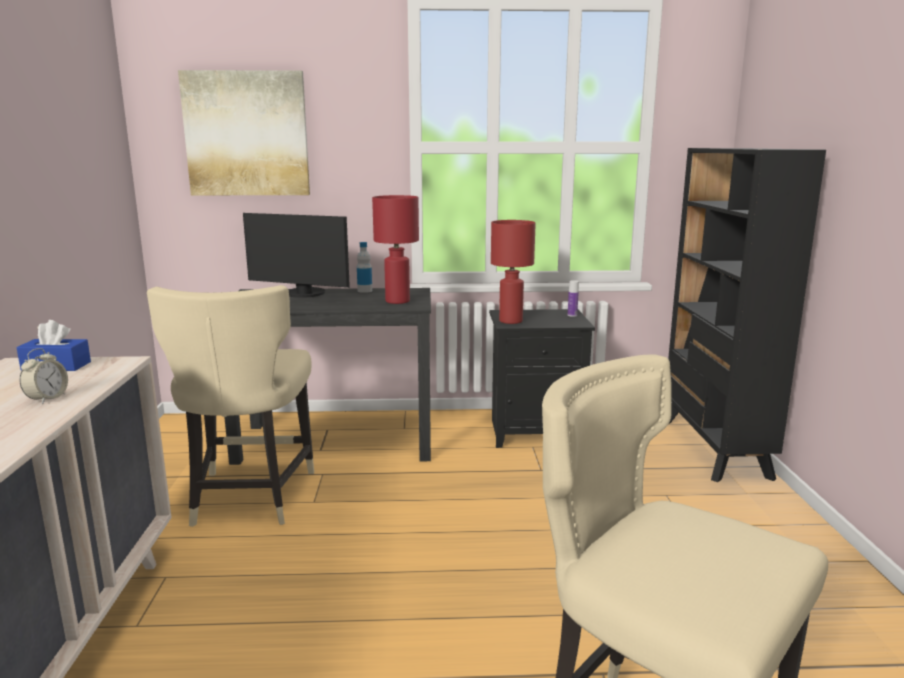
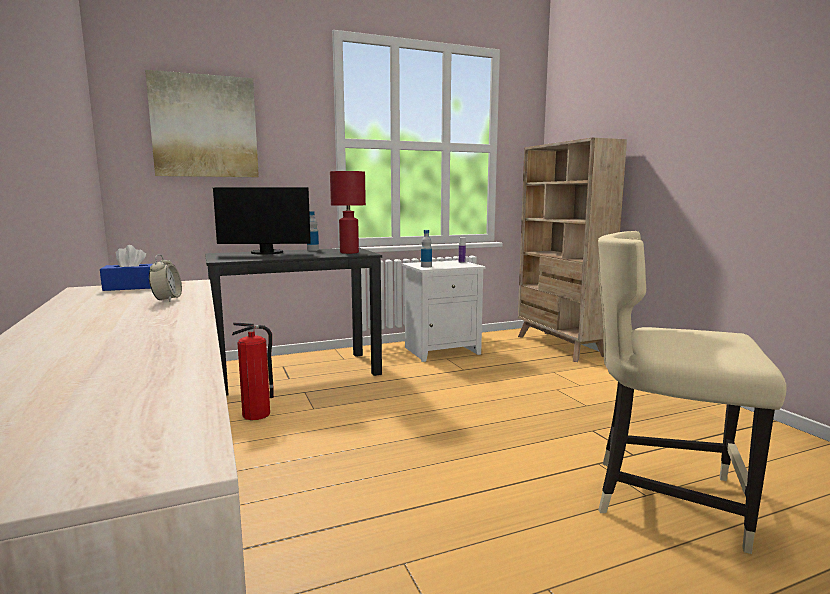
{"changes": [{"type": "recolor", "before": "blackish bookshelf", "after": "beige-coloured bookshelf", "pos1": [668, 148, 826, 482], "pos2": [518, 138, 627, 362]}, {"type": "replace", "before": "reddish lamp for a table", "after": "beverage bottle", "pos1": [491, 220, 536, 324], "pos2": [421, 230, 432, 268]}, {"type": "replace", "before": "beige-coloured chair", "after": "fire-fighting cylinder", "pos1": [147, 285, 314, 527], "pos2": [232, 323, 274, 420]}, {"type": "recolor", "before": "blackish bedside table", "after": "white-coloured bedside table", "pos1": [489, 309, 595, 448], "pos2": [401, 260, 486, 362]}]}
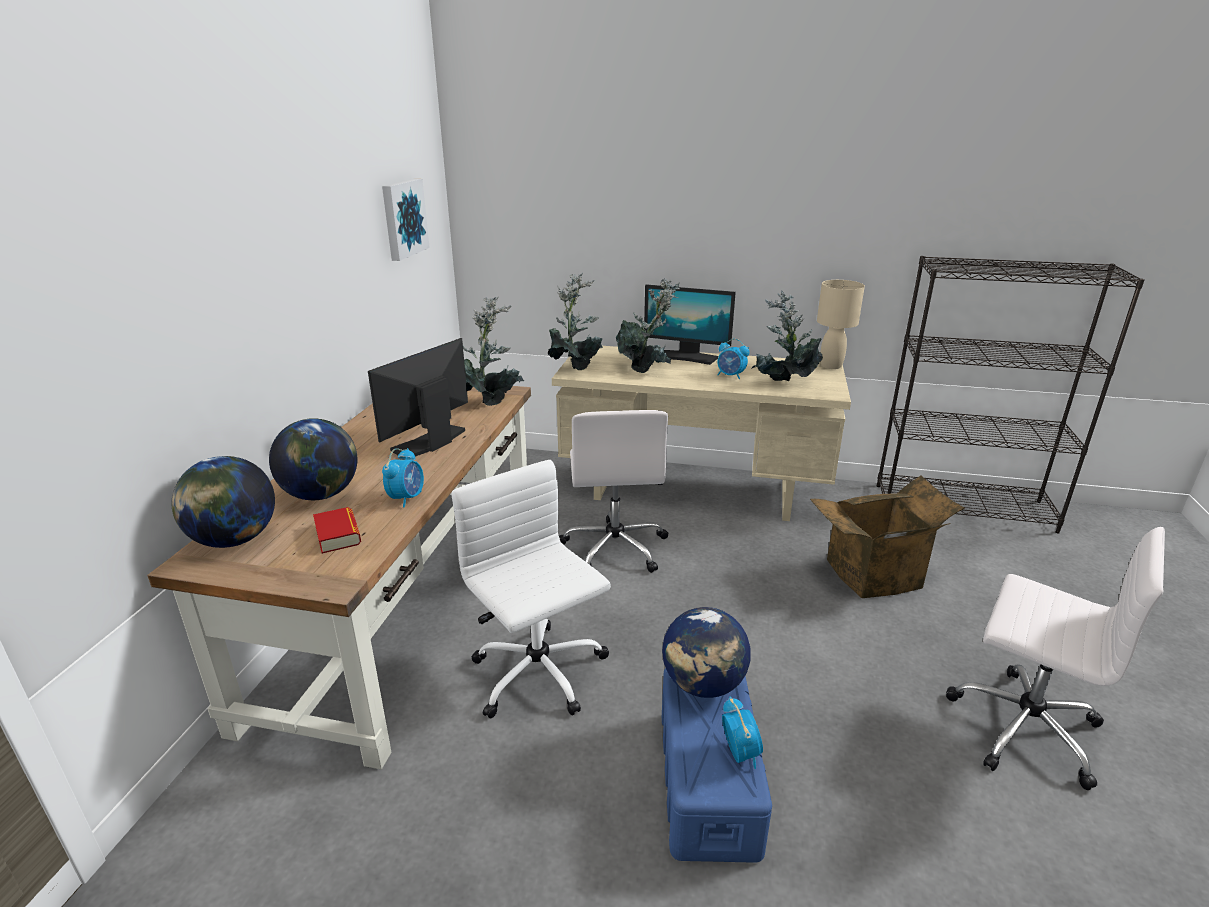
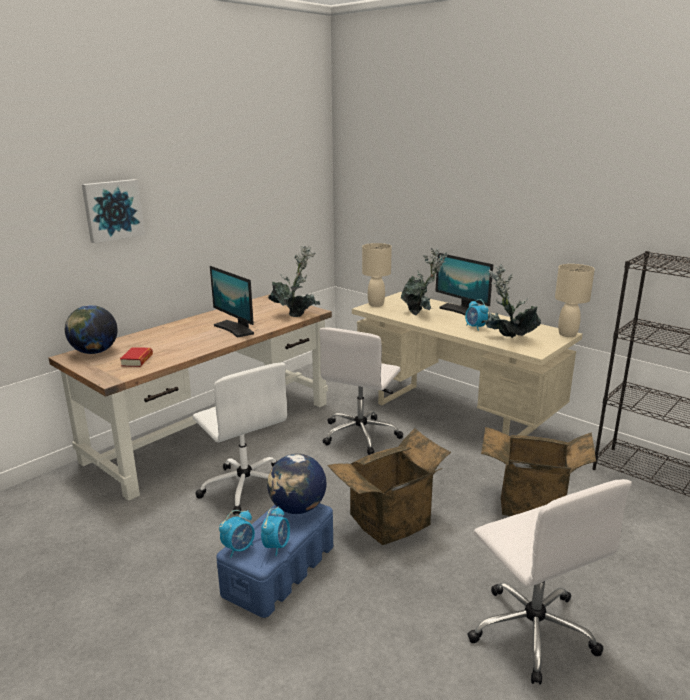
{"changes": [{"type": "move", "before": "picture", "pos1": [382, 178, 430, 261], "pos2": [82, 179, 145, 243]}, {"type": "replace", "before": "potted plant", "after": "beige-coloured lamp for a table", "pos1": [548, 273, 603, 370], "pos2": [362, 243, 392, 307]}, {"type": "rotate", "before": "computer display", "pos1": [368, 338, 468, 457], "pos2": [210, 266, 254, 338], "turn": -105}, {"type": "delete", "before": "desk globe", "pos1": [269, 418, 357, 500]}, {"type": "move", "before": "alarm clock", "pos1": [382, 448, 424, 508], "pos2": [219, 510, 255, 558]}, {"type": "rotate", "before": "white-coloured office chair", "pos1": [451, 460, 611, 719], "pos2": [193, 363, 287, 515], "turn": 150}, {"type": "insert", "after": "cardboard box", "pos2": [327, 428, 451, 545]}]}
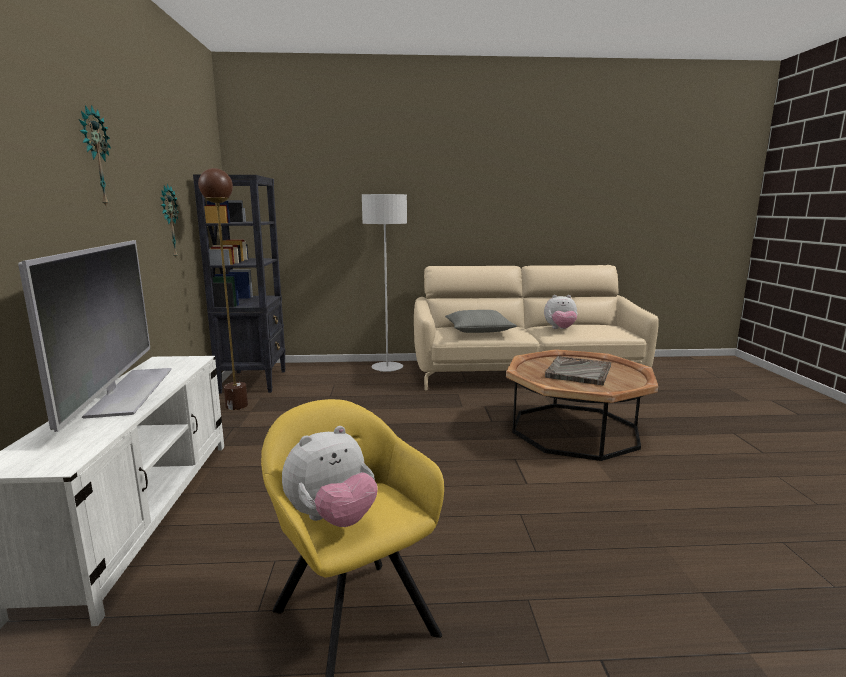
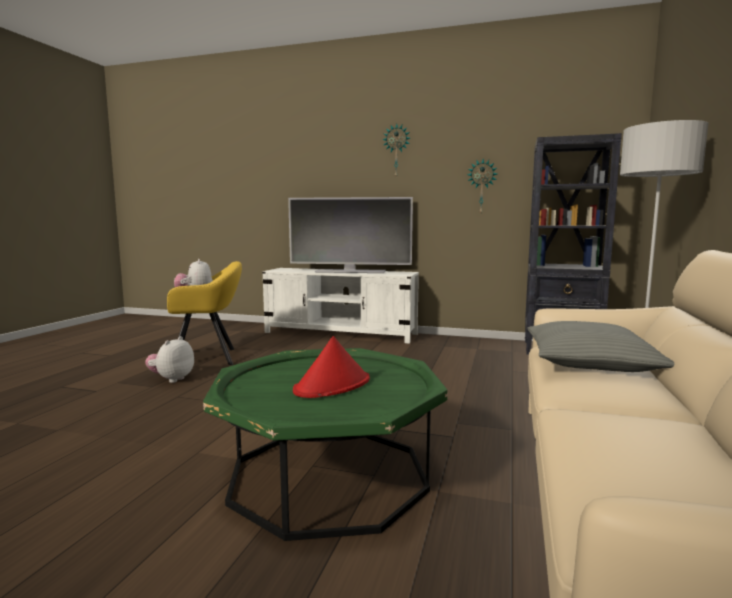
{"changes": [{"type": "delete", "before": "brown floor lamp", "pos1": [198, 168, 248, 410]}, {"type": "move", "before": "cuddly toy", "pos1": [544, 295, 578, 329], "pos2": [145, 336, 194, 383]}, {"type": "recolor", "before": "brown lounge table", "after": "greenish lounge table", "pos1": [506, 349, 658, 461], "pos2": [203, 348, 448, 541]}, {"type": "replace", "before": "grey tray", "after": "reddish hat", "pos1": [545, 356, 611, 386], "pos2": [293, 336, 370, 398]}]}
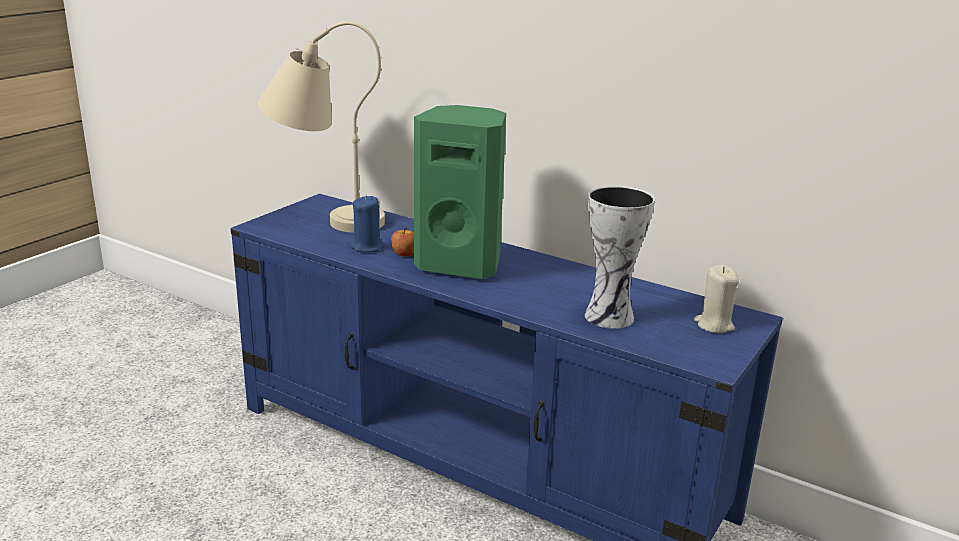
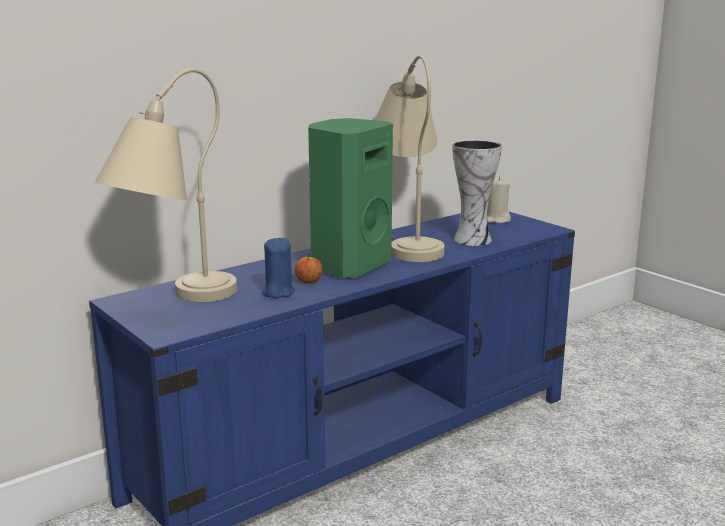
{"changes": [{"type": "insert", "after": "beige-coloured lamp for a table", "pos2": [375, 55, 445, 262]}]}
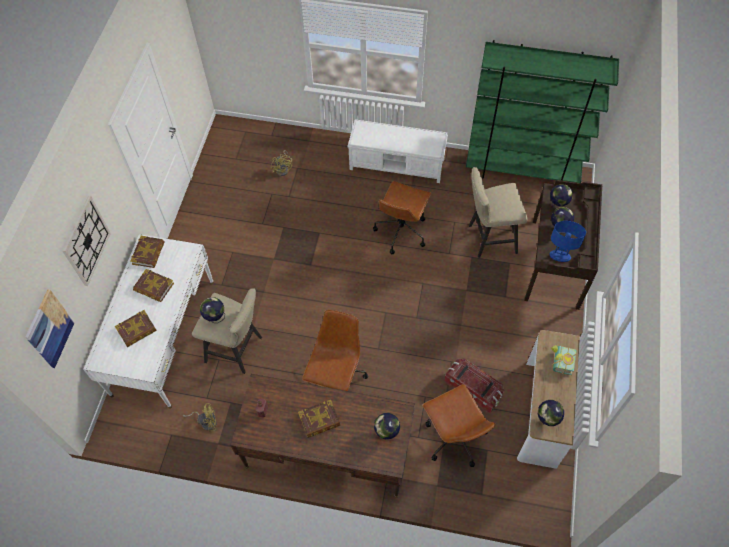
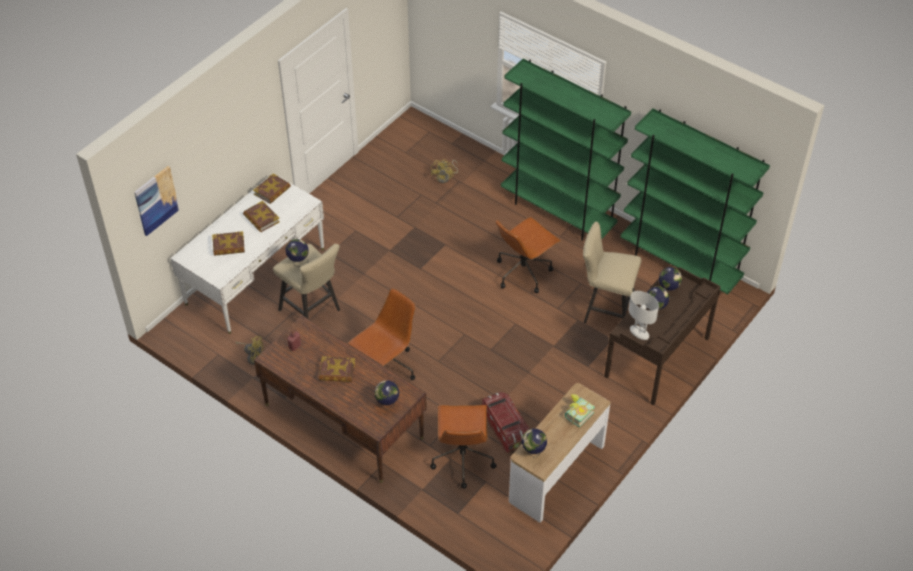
{"changes": [{"type": "replace", "before": "white-coloured long seat", "after": "greenish bookshelf", "pos1": [347, 119, 448, 183], "pos2": [501, 59, 631, 241]}, {"type": "delete", "before": "wall clock", "pos1": [63, 196, 111, 286]}, {"type": "recolor", "before": "blue-coloured lamp for a table", "after": "white-coloured lamp for a table", "pos1": [549, 221, 586, 262], "pos2": [629, 291, 659, 340]}]}
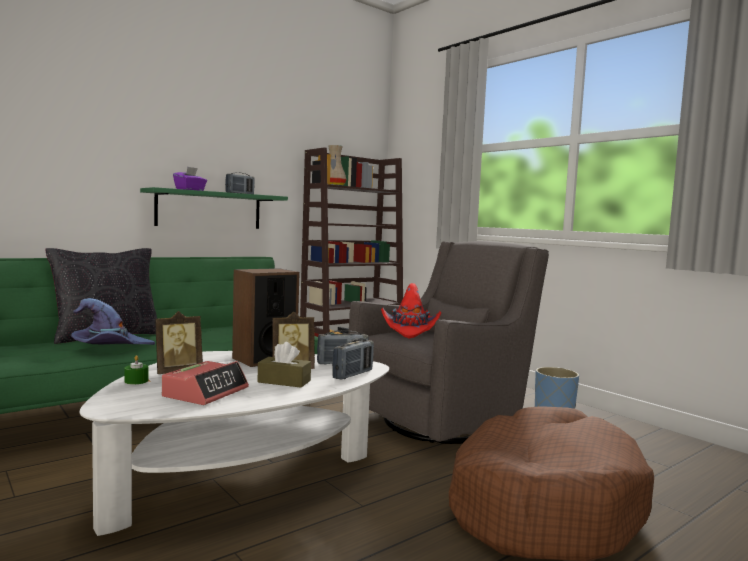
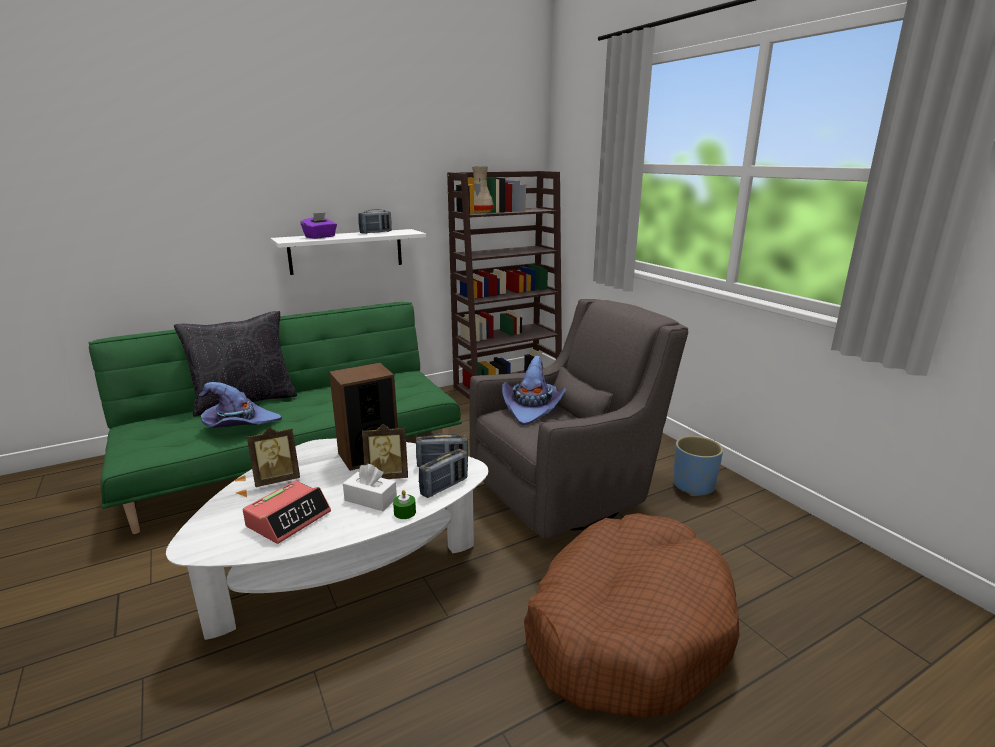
{"changes": [{"type": "recolor", "before": "greenish bracket shelf", "after": "white-coloured bracket shelf", "pos1": [140, 187, 288, 229], "pos2": [270, 229, 426, 275]}, {"type": "recolor", "before": "reddish hat", "after": "purple-coloured hat", "pos1": [381, 283, 442, 338], "pos2": [502, 356, 566, 425]}, {"type": "recolor", "before": "brown box of tissues", "after": "white-coloured box of tissues", "pos1": [257, 342, 311, 388], "pos2": [343, 464, 397, 511]}, {"type": "move", "before": "greenish wax light", "pos1": [124, 355, 148, 384], "pos2": [393, 490, 416, 519]}]}
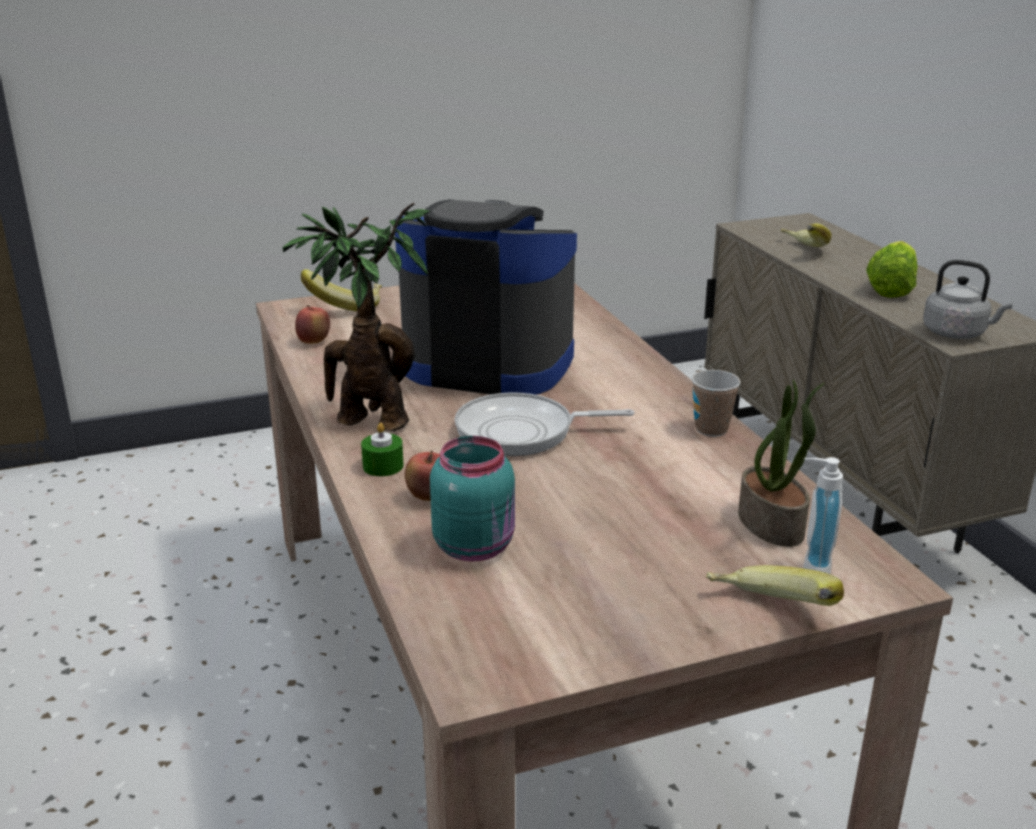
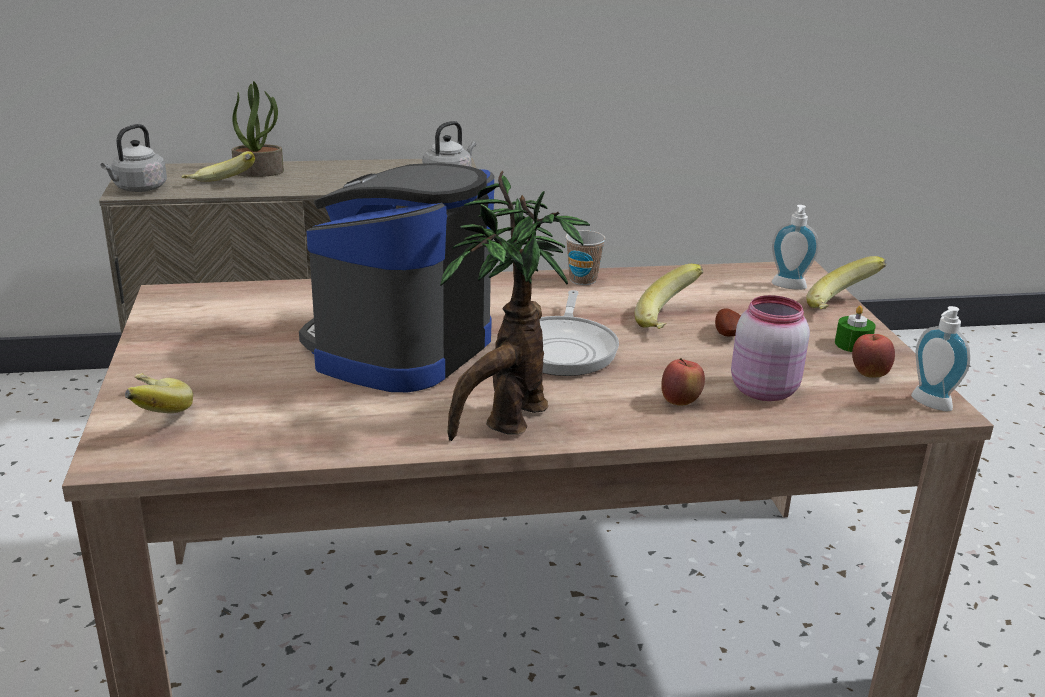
{"changes": [{"type": "delete", "before": "lettuce", "pos1": [866, 241, 918, 298]}, {"type": "move", "before": "apple", "pos1": [295, 305, 330, 344], "pos2": [852, 334, 895, 378]}, {"type": "move", "before": "potted plant", "pos1": [738, 380, 825, 547], "pos2": [231, 81, 284, 177]}, {"type": "move", "before": "greenish wax light", "pos1": [361, 423, 404, 476], "pos2": [835, 306, 876, 352]}, {"type": "recolor", "before": "blue-green preserve jar", "after": "pinkish preserve jar", "pos1": [430, 436, 515, 562], "pos2": [731, 295, 810, 401]}, {"type": "insert", "after": "grey tea kettle", "pos2": [101, 124, 167, 192]}, {"type": "insert", "after": "banana", "pos2": [635, 264, 703, 329]}, {"type": "insert", "after": "soap bottle", "pos2": [911, 306, 970, 411]}, {"type": "insert", "after": "potato", "pos2": [715, 308, 741, 336]}]}
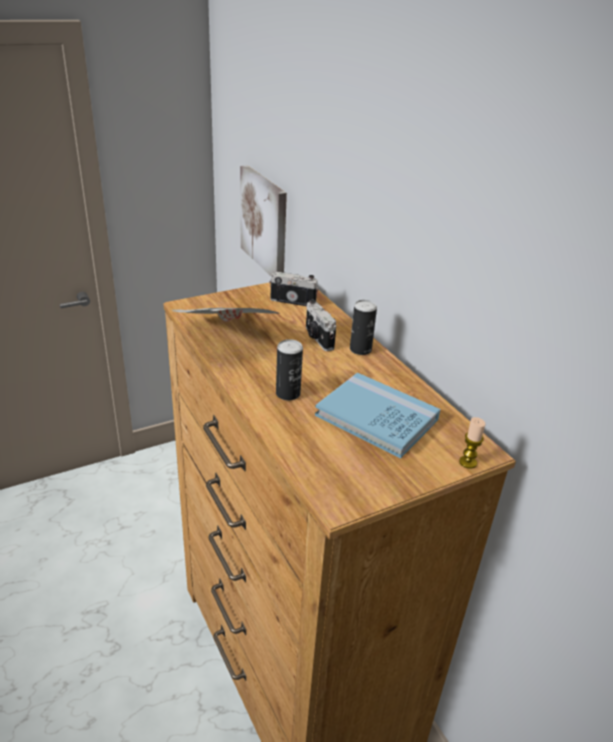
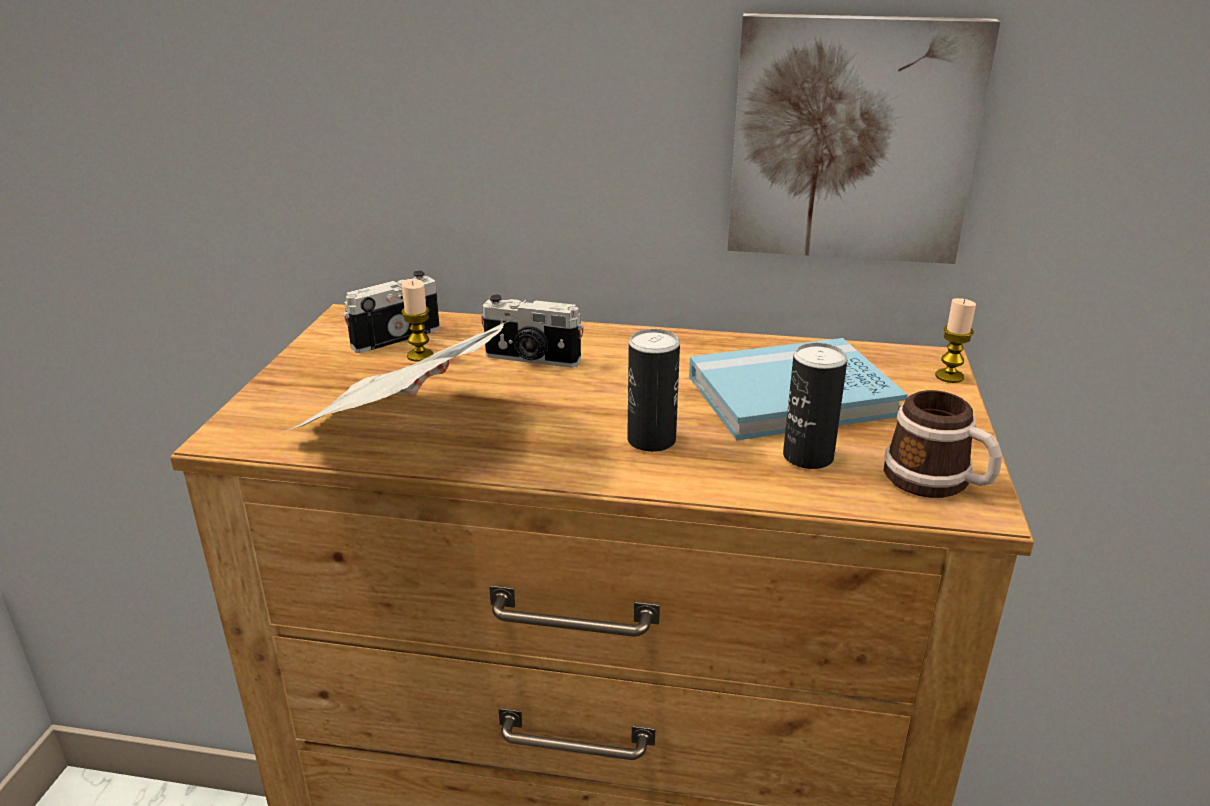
{"changes": [{"type": "move", "before": "picture", "pos1": [240, 165, 287, 277], "pos2": [727, 13, 1000, 264]}, {"type": "move", "before": "sealed can", "pos1": [350, 300, 377, 355], "pos2": [783, 343, 847, 469]}, {"type": "insert", "after": "wax light", "pos2": [402, 279, 434, 362]}, {"type": "insert", "after": "coffee mug", "pos2": [884, 390, 1002, 498]}]}
